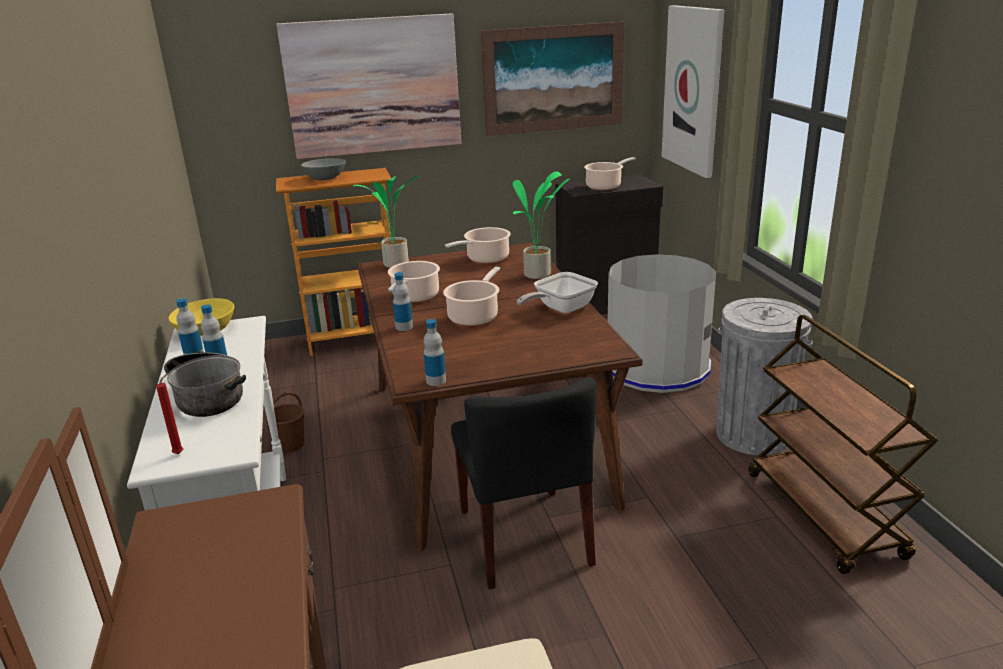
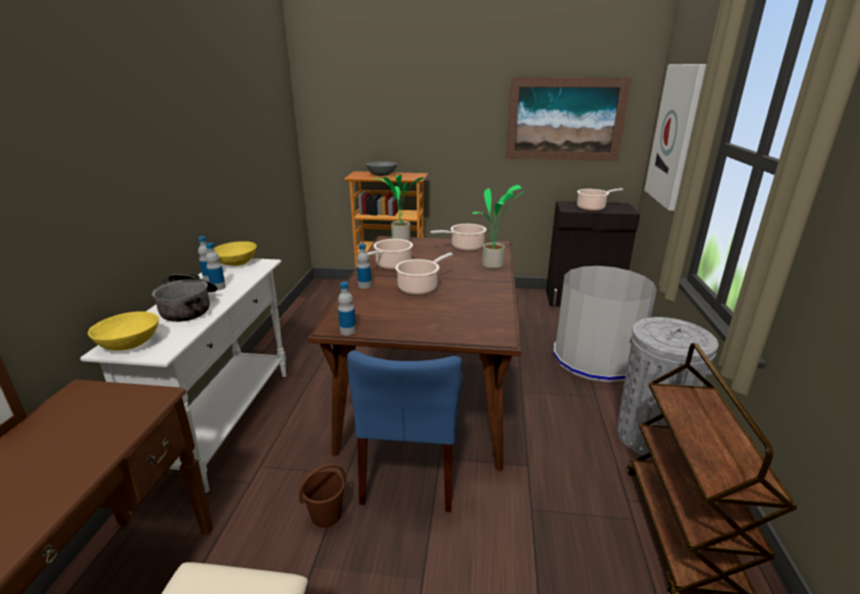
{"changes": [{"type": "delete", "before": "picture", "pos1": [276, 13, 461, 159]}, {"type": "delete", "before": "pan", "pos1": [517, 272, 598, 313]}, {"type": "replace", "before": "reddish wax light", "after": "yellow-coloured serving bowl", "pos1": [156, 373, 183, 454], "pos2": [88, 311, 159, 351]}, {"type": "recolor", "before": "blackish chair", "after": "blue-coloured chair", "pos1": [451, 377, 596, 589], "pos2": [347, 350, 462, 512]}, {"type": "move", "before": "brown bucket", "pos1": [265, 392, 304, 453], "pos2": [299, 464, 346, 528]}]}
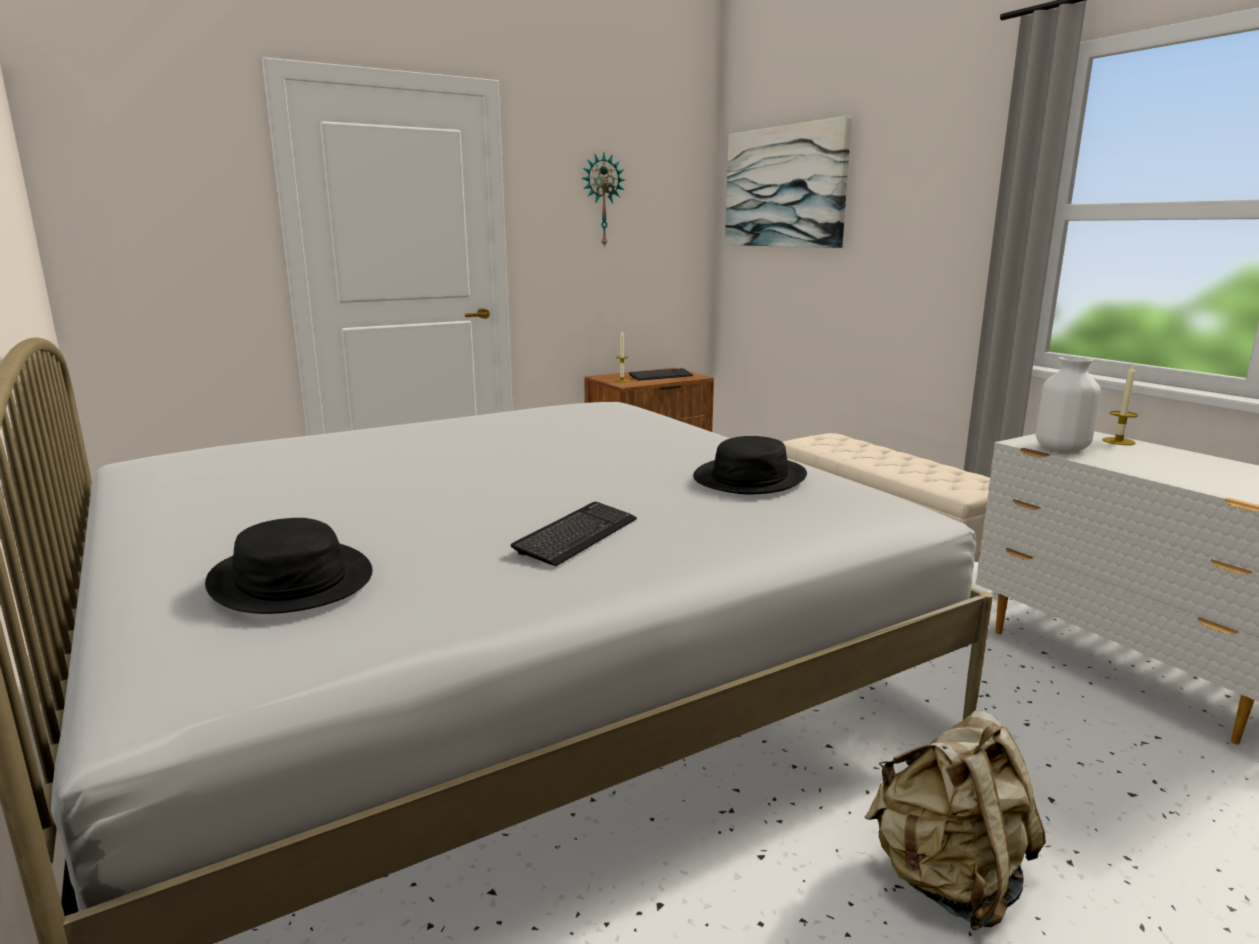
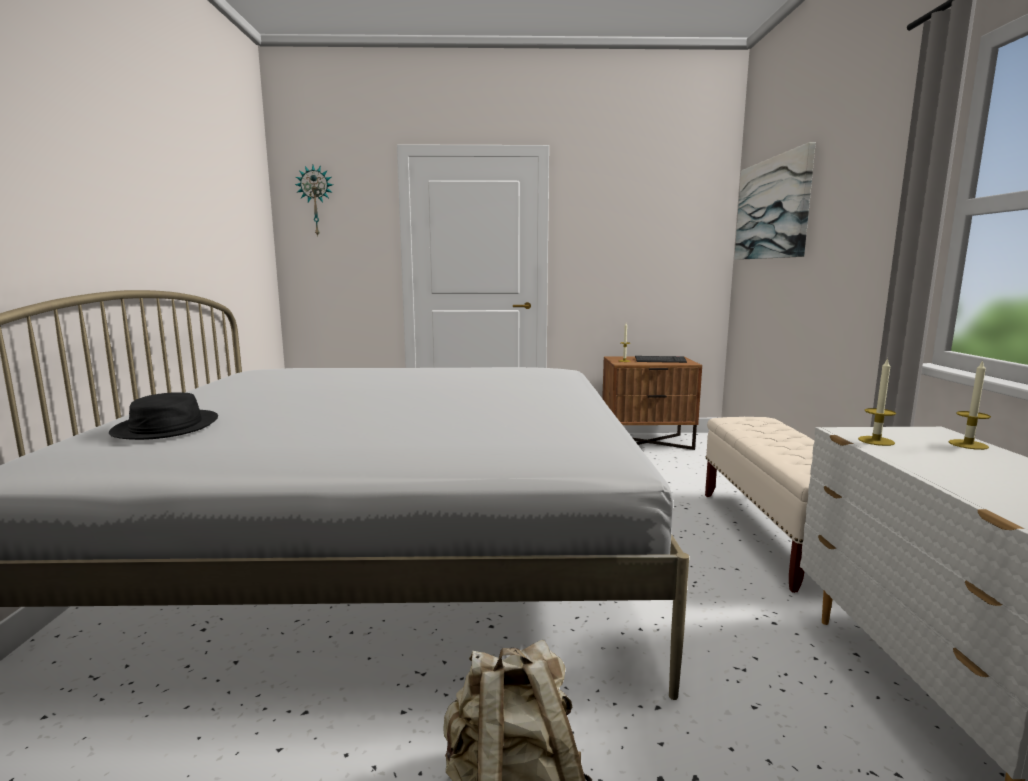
{"changes": [{"type": "move", "before": "wall clock", "pos1": [582, 153, 625, 248], "pos2": [295, 165, 333, 237]}, {"type": "replace", "before": "white-coloured flower vase", "after": "wax light", "pos1": [1036, 357, 1101, 452], "pos2": [858, 358, 896, 446]}, {"type": "delete", "before": "blackish hat", "pos1": [693, 436, 807, 494]}, {"type": "delete", "before": "PC keyboard", "pos1": [511, 502, 637, 567]}]}
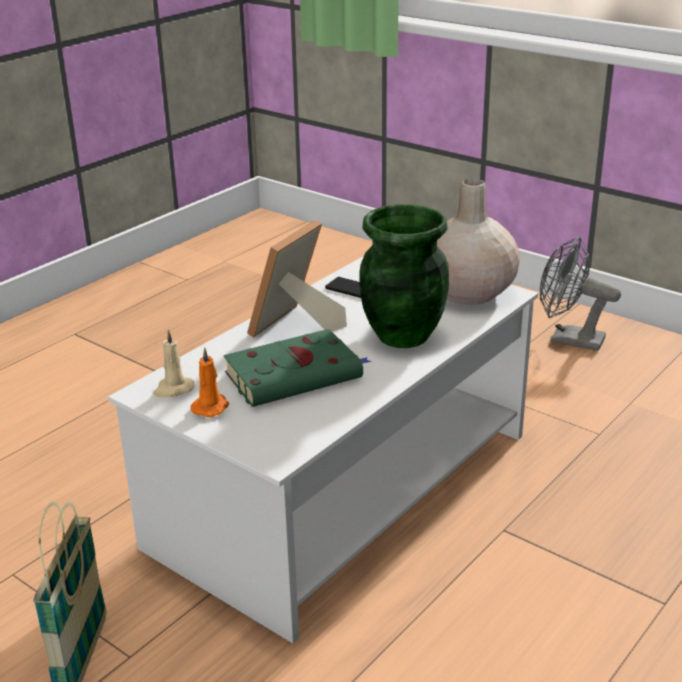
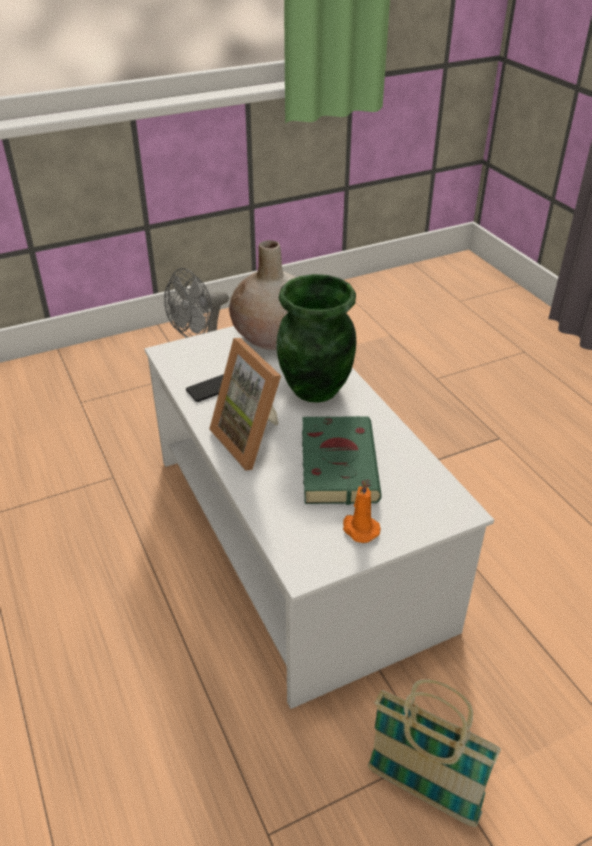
{"changes": [{"type": "delete", "before": "beige-coloured wax light", "pos1": [153, 329, 195, 398]}]}
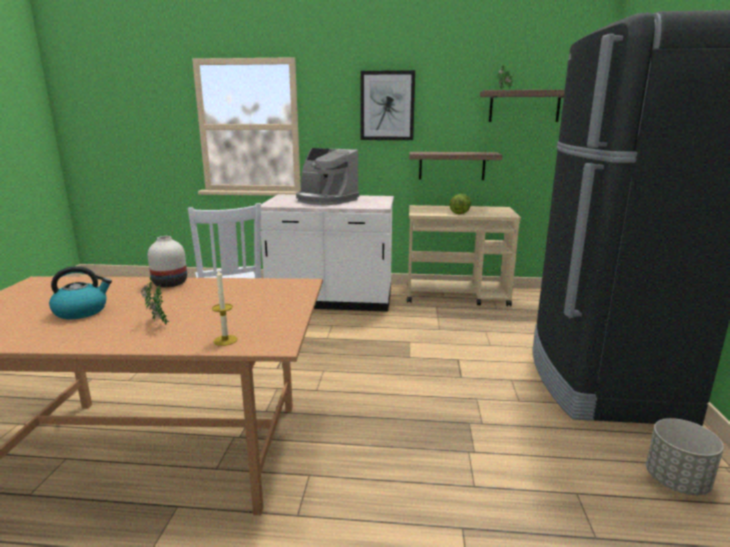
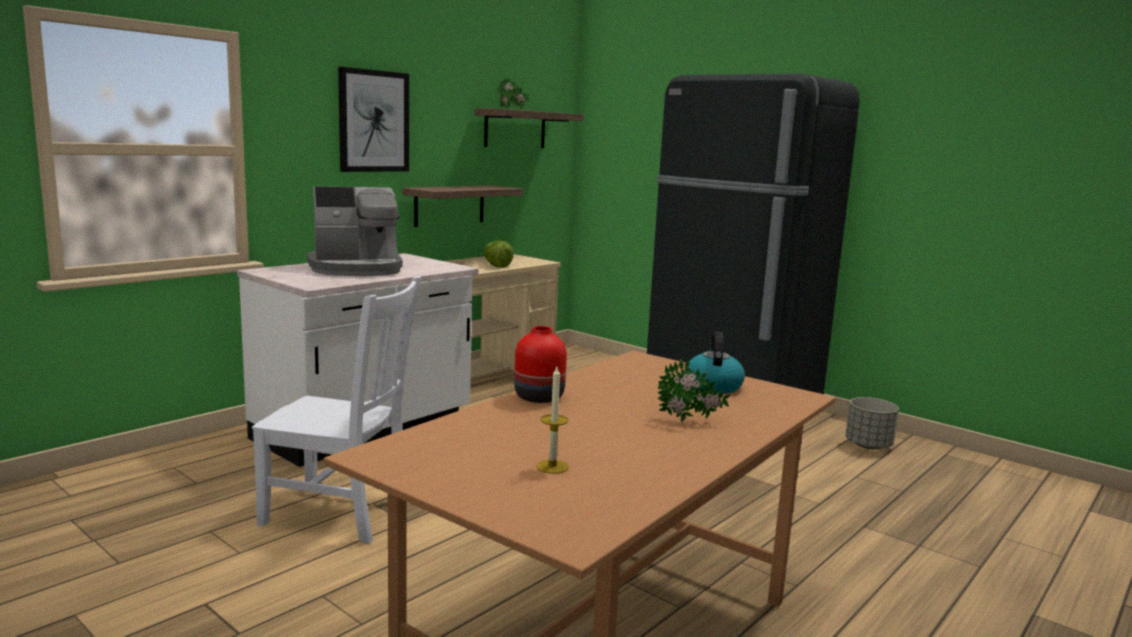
{"changes": [{"type": "recolor", "before": "white-coloured flower vase", "after": "reddish flower vase", "pos1": [148, 236, 187, 287], "pos2": [514, 326, 567, 403]}, {"type": "move", "before": "tea kettle", "pos1": [49, 266, 112, 319], "pos2": [685, 331, 745, 394]}, {"type": "move", "before": "wax light", "pos1": [212, 268, 238, 346], "pos2": [536, 367, 569, 474]}]}
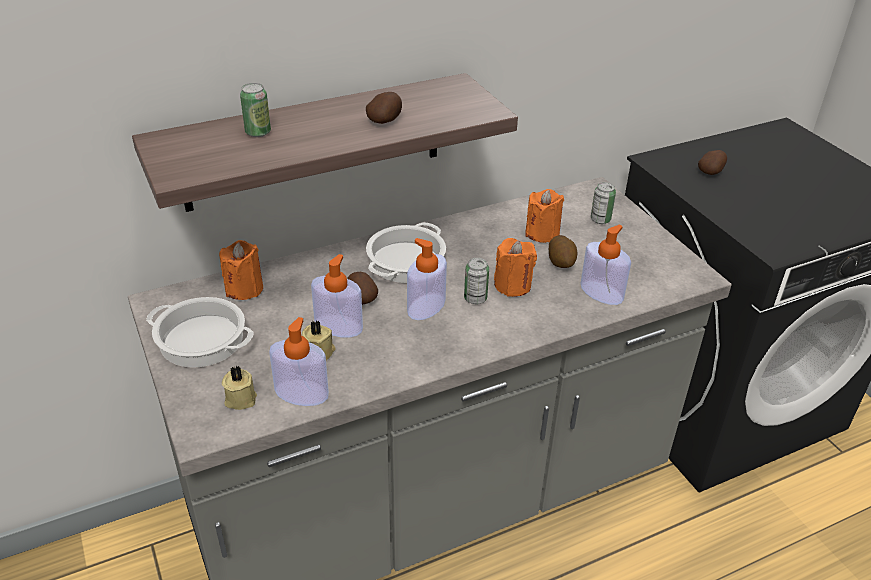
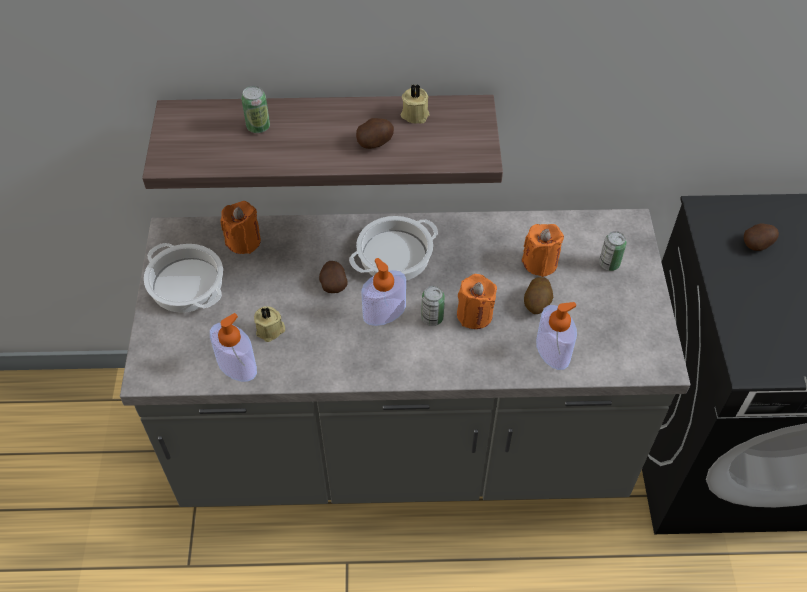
{"changes": [{"type": "delete", "before": "soap bottle", "pos1": [311, 254, 363, 337]}, {"type": "move", "before": "beige-coloured wax light", "pos1": [222, 366, 257, 410], "pos2": [401, 84, 430, 123]}]}
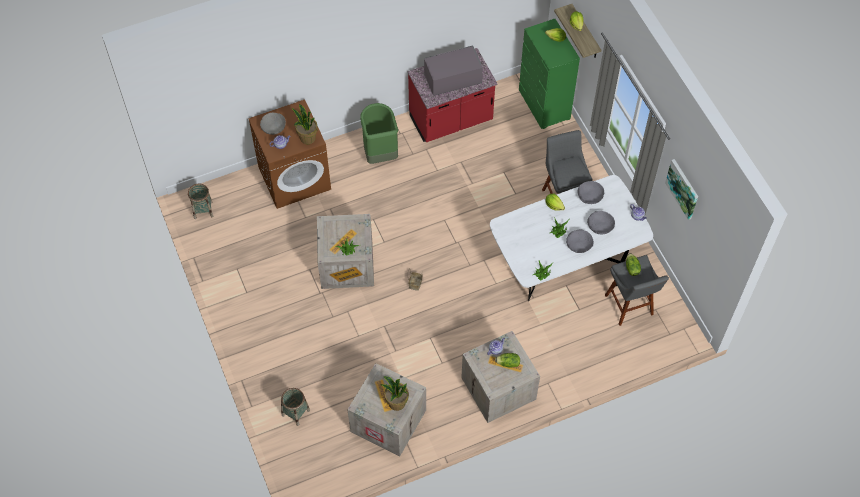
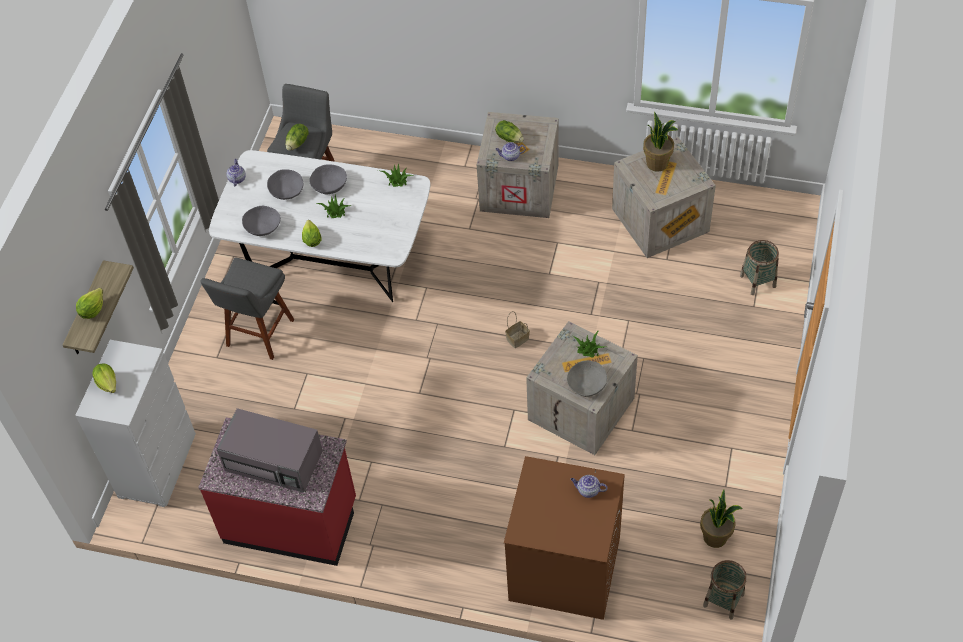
{"changes": [{"type": "recolor", "before": "greenish dresser", "after": "white-coloured dresser", "pos1": [519, 19, 580, 129], "pos2": [75, 340, 196, 507]}, {"type": "delete", "before": "greenish waste bin", "pos1": [360, 103, 398, 164]}, {"type": "move", "before": "potted plant", "pos1": [292, 104, 318, 144], "pos2": [700, 490, 743, 548]}, {"type": "move", "before": "grey serving bowl", "pos1": [260, 113, 286, 135], "pos2": [567, 360, 607, 397]}, {"type": "delete", "before": "picture", "pos1": [665, 159, 698, 220]}]}
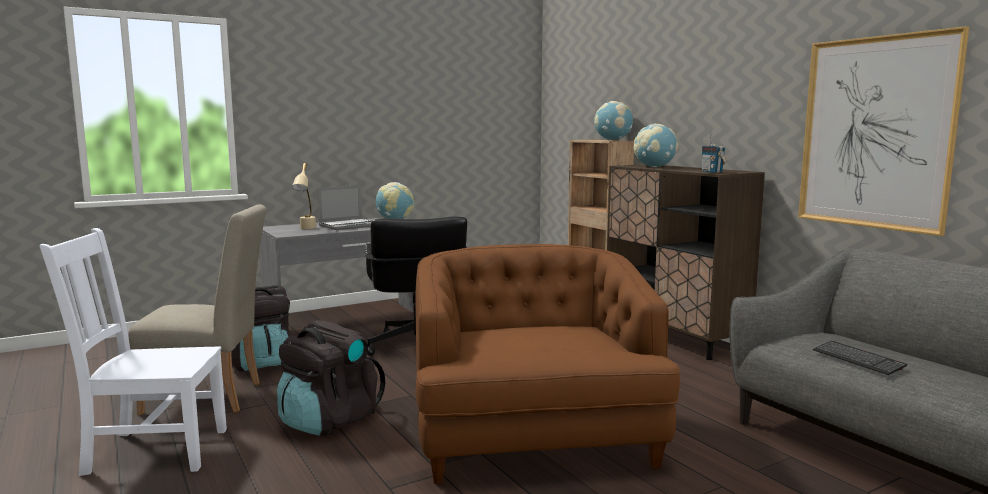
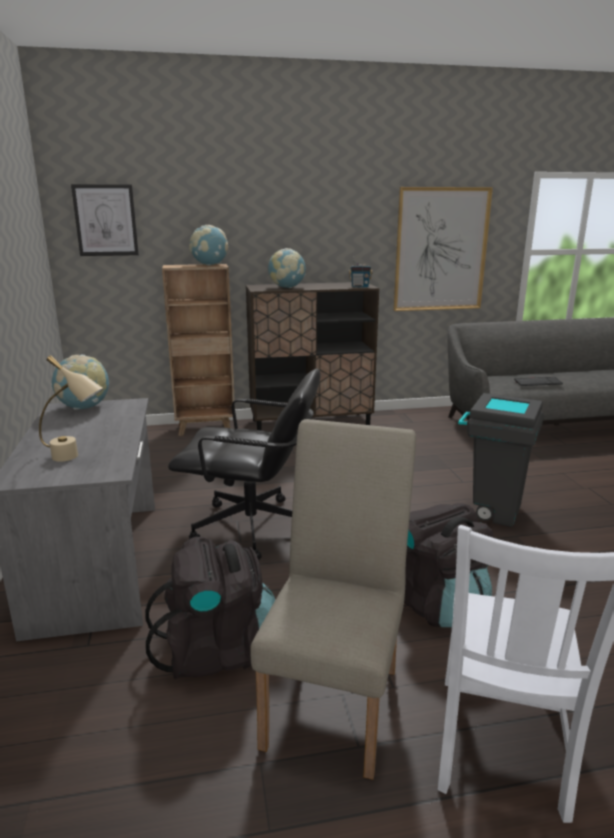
{"changes": [{"type": "delete", "before": "portable computer", "pos1": [318, 185, 371, 230]}, {"type": "replace", "before": "brown armchair", "after": "grey waste bin", "pos1": [415, 244, 680, 484], "pos2": [458, 393, 544, 527]}, {"type": "insert", "after": "picture", "pos2": [71, 184, 139, 256]}]}
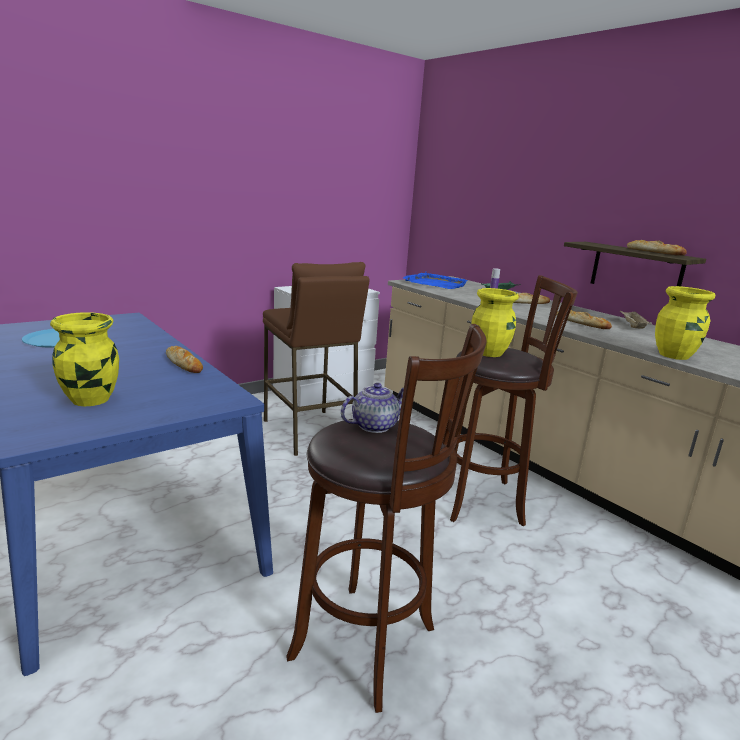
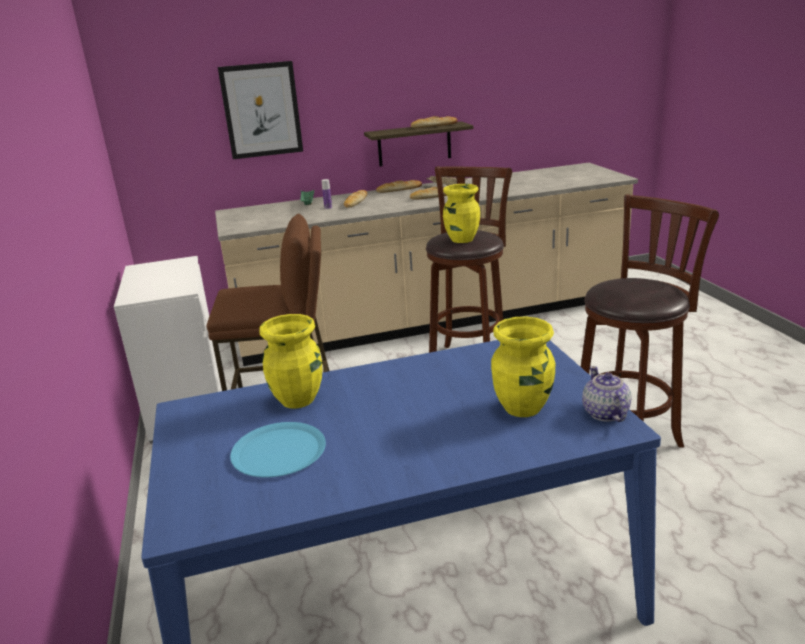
{"changes": [{"type": "delete", "before": "blue-coloured tray", "pos1": [403, 272, 468, 289]}, {"type": "move", "before": "yellow-coloured flower vase", "pos1": [655, 286, 715, 360], "pos2": [259, 314, 322, 409]}, {"type": "move", "before": "bakery bread", "pos1": [166, 346, 203, 373], "pos2": [376, 180, 422, 193]}, {"type": "move", "before": "tea pot", "pos1": [341, 383, 404, 433], "pos2": [582, 366, 631, 422]}, {"type": "insert", "after": "picture", "pos2": [218, 61, 303, 159]}]}
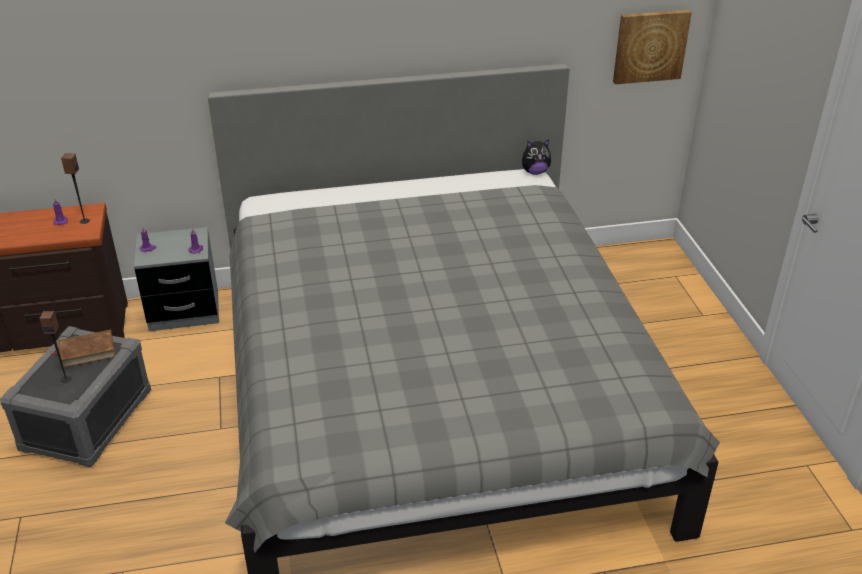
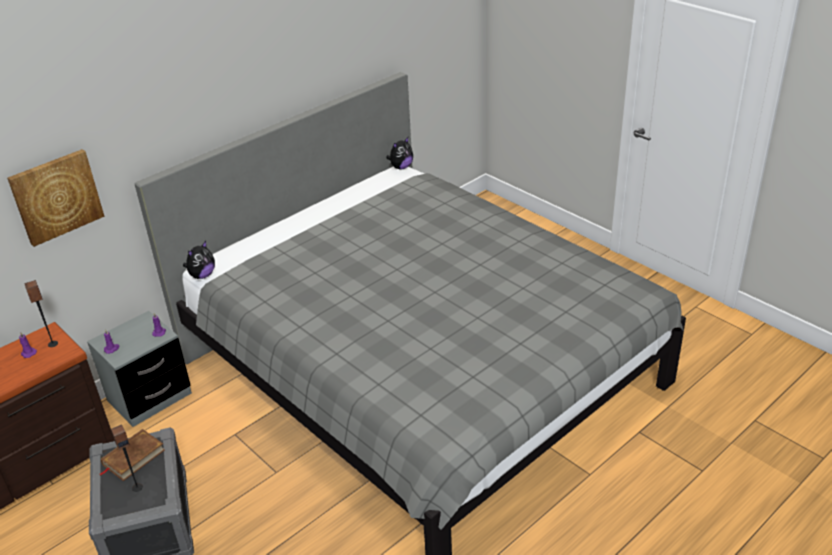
{"changes": [{"type": "move", "before": "picture", "pos1": [613, 10, 692, 84], "pos2": [7, 149, 104, 247]}, {"type": "insert", "after": "cuddly toy", "pos2": [183, 241, 215, 279]}]}
